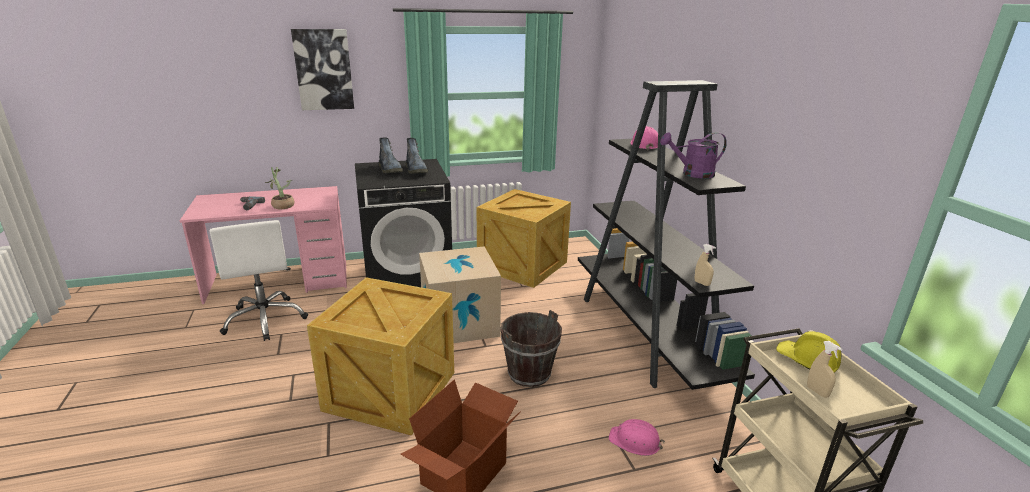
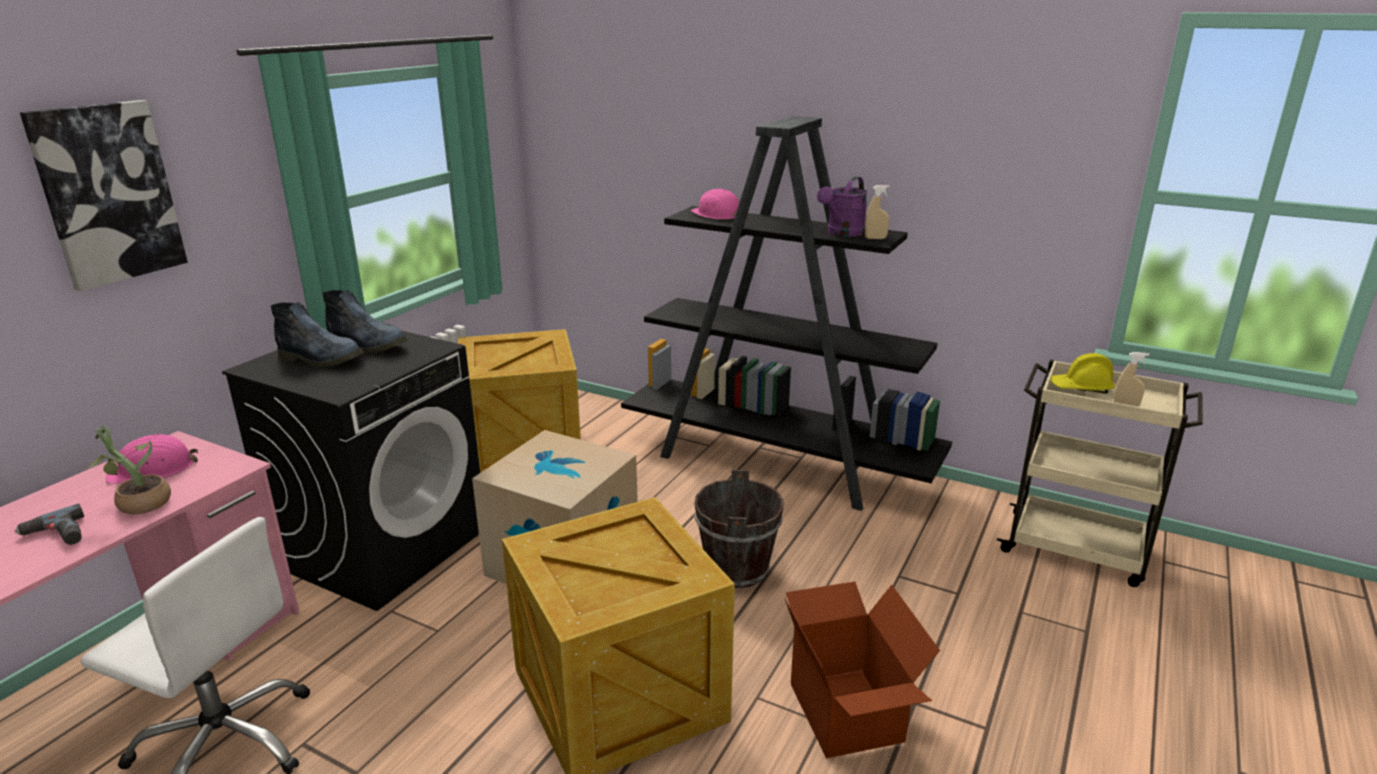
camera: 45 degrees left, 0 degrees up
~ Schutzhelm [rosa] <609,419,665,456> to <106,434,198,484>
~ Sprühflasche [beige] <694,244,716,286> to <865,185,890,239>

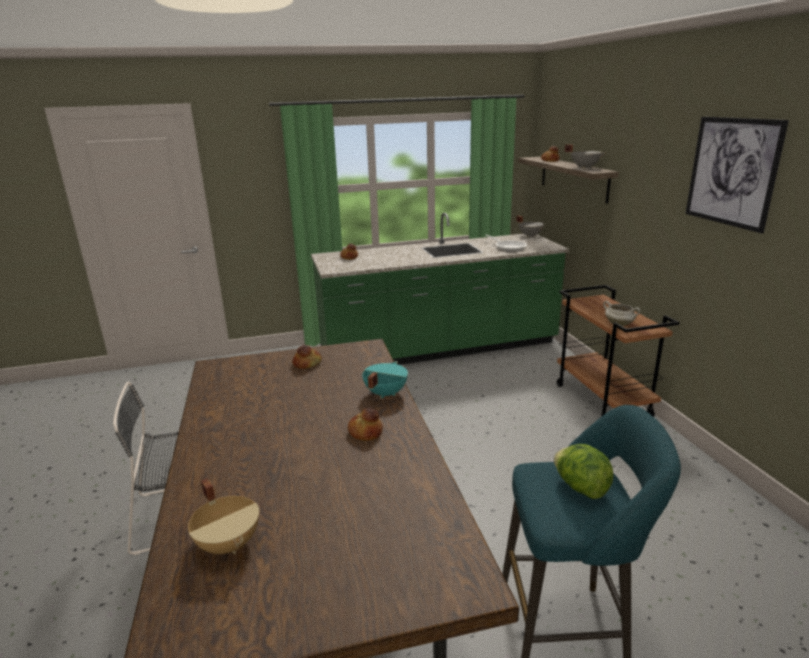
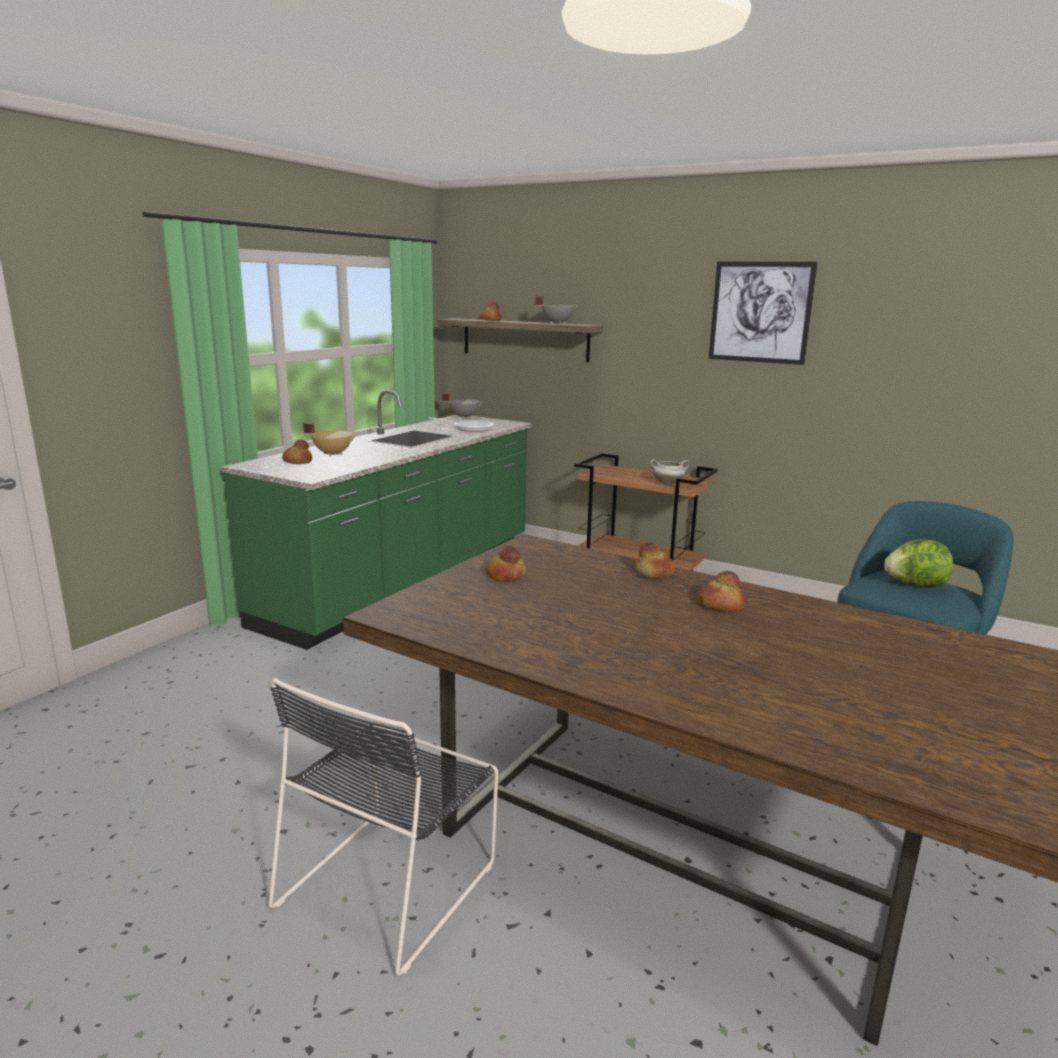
camera: 45 degrees left, 5 degrees down
~ Kochtopf [beige] <188,478,259,554> to <303,423,356,456>
~ Kochtopf [türkis] <362,361,408,399> to Brot <634,542,675,578>

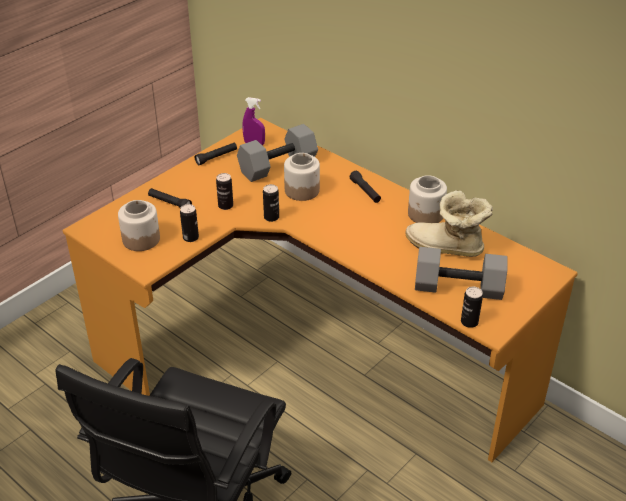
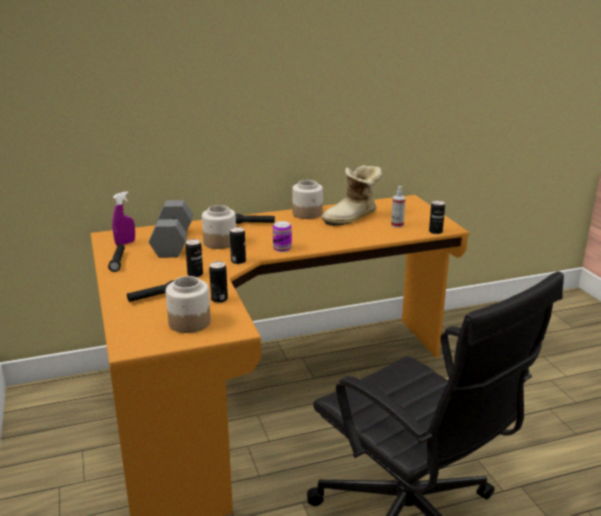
camera: 60 degrees left, 15 degrees down
+ Dose <273,221,292,252>
~ Hantel [grau] <415,247,508,300> to Sprühflasche <391,186,406,228>

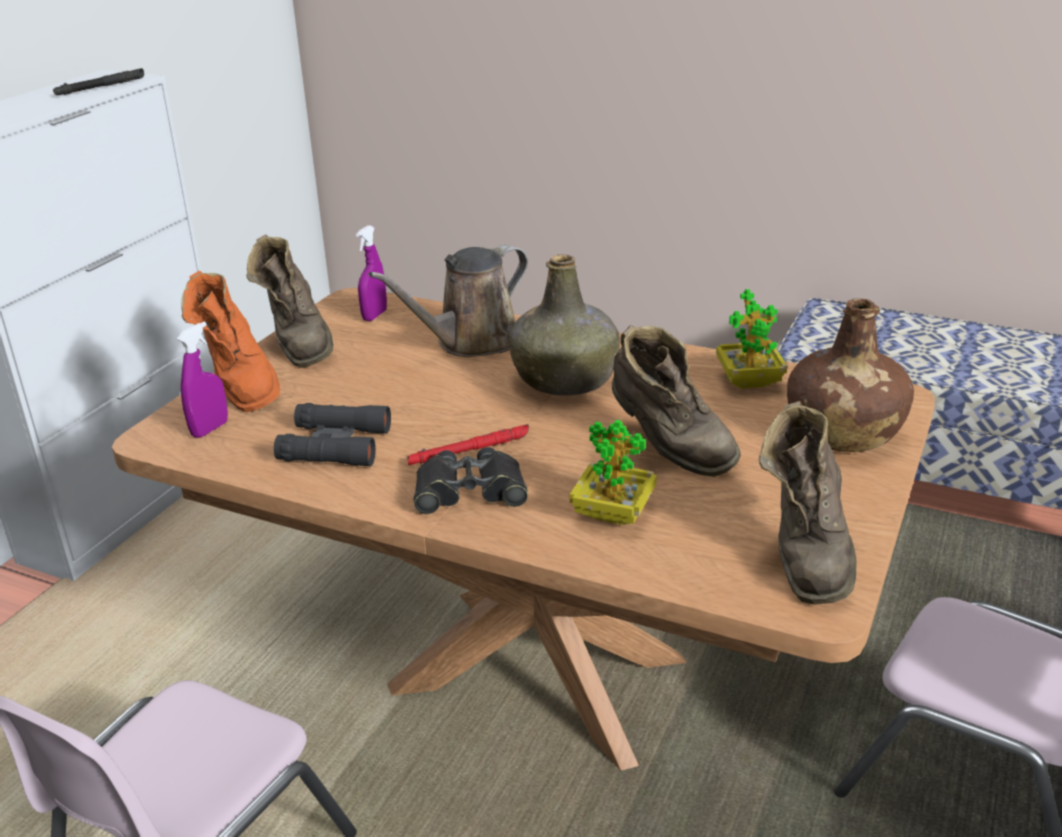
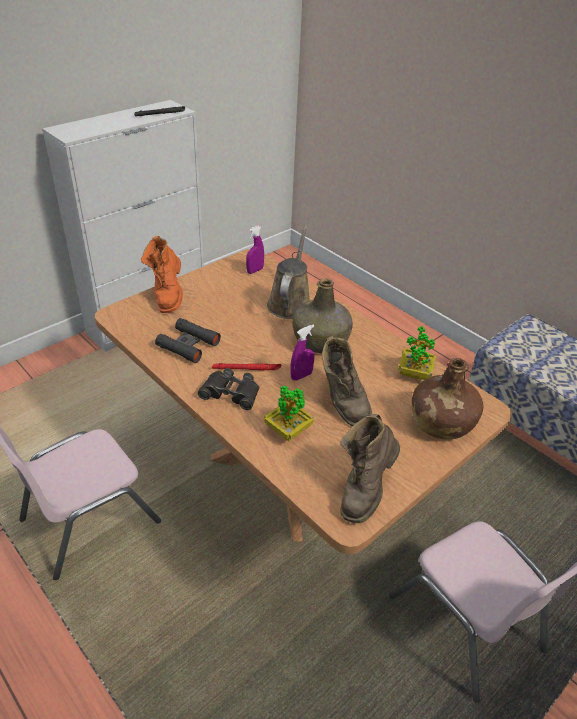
camera: 20 degrees right, 10 degrees up
- Stiefel [braun] <246,235,333,368>
~ Sprühflasche [lila] <177,322,228,438> to <290,325,315,381>
~ Gießkanne [braun] <368,245,528,357> = <267,225,310,319> 120 degrees clockwise

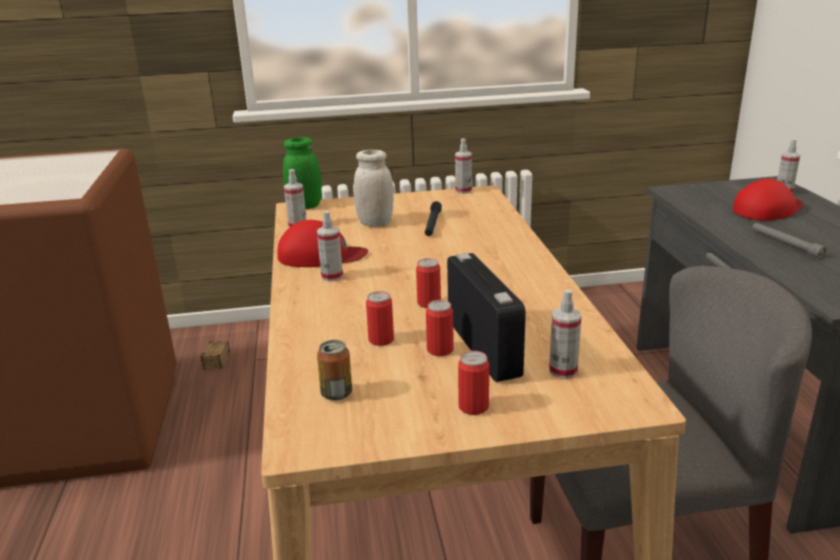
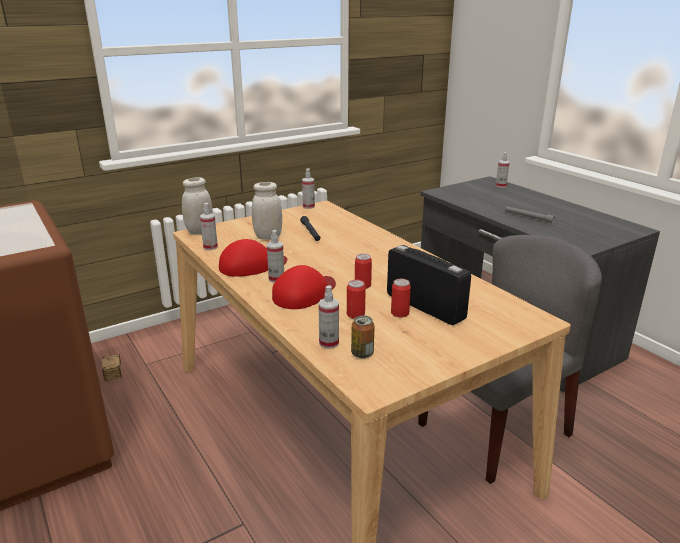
camera: 25 degrees left, 0 degrees up
- Dose <458,351,489,415>
~ Sprühflasche <549,289,581,379> to <318,285,339,349>
~ Kappe [rot] <733,179,804,221> to <272,265,336,309>
~ Vorratsglas [grün] <283,137,322,209> to Vorratsglas [weiß] <182,177,213,235>

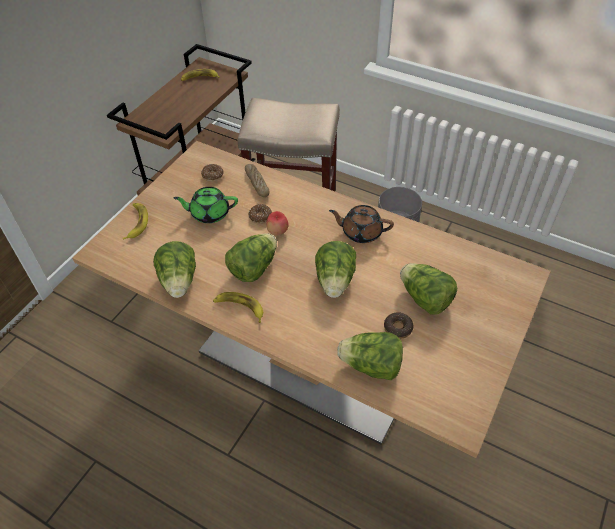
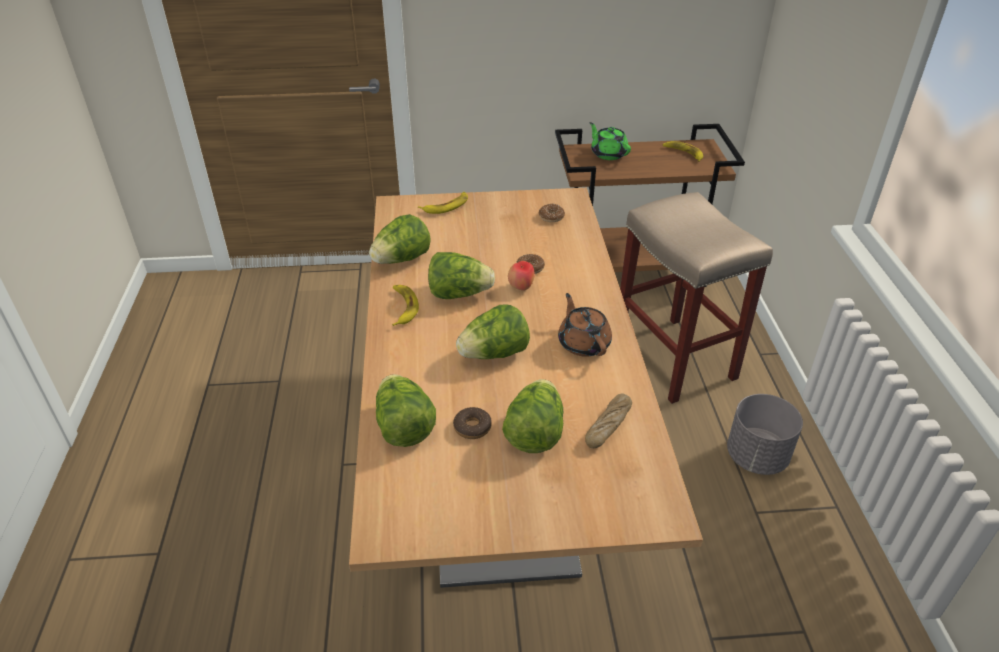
camera: 55 degrees right, 10 degrees down
~ Teekanne [grün] <174,187,238,223> to <590,122,631,160>
~ Brot <245,164,270,197> to <585,393,632,448>

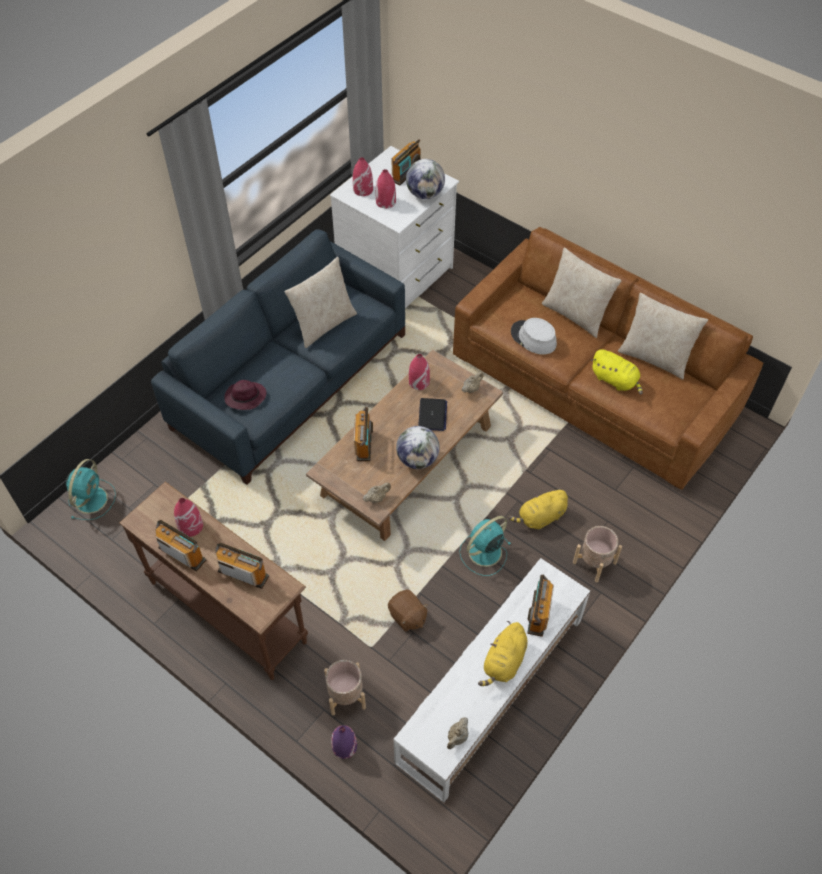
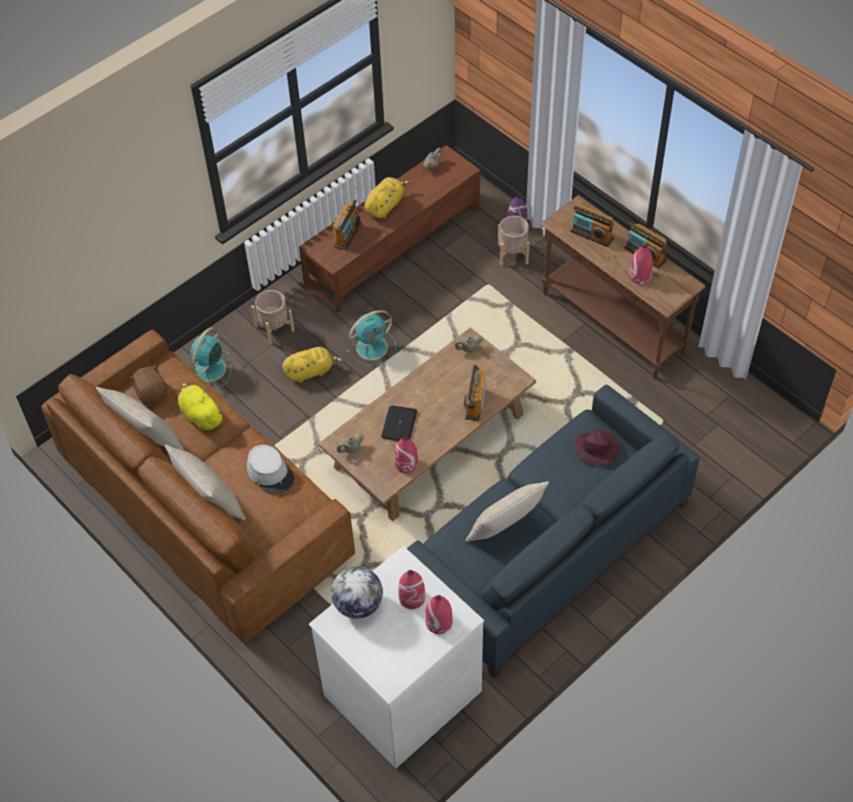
camera: 170 degrees left, 0 degrees up
- Radio <391,140,421,185>
- Globus <396,426,440,469>
~ Ventilator [türkis] <66,459,116,520> to <188,327,231,389>
~ Plüschtier [braun] <388,590,428,632> to <128,365,167,406>
~ Fernsehschrank [weiß] <394,558,590,803> to Fernsehschrank [braun] <299,145,480,313>

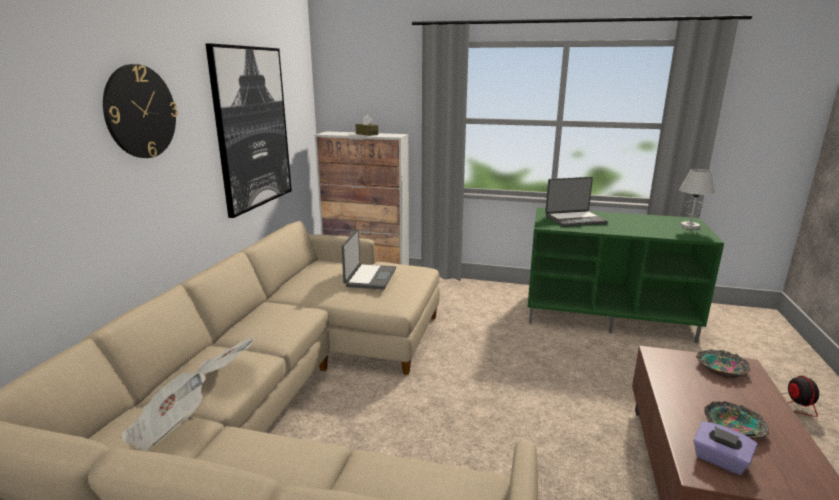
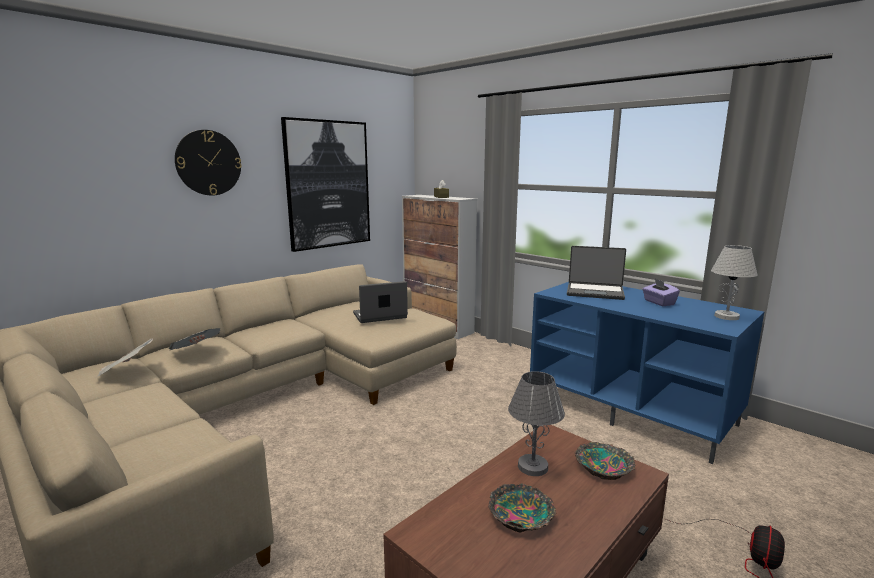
camera: 30 degrees right, 5 degrees down
+ Tischlampe [grau] <508,371,565,476>
~ Taschentuchbox [lila] <694,421,757,475> to <642,279,680,306>
~ Fernsehschrank [grün] <527,208,724,343> to Fernsehschrank [blau] <530,282,764,464>
~ Laptop <341,229,396,289> = <353,281,408,323> 150 degrees counterclockwise

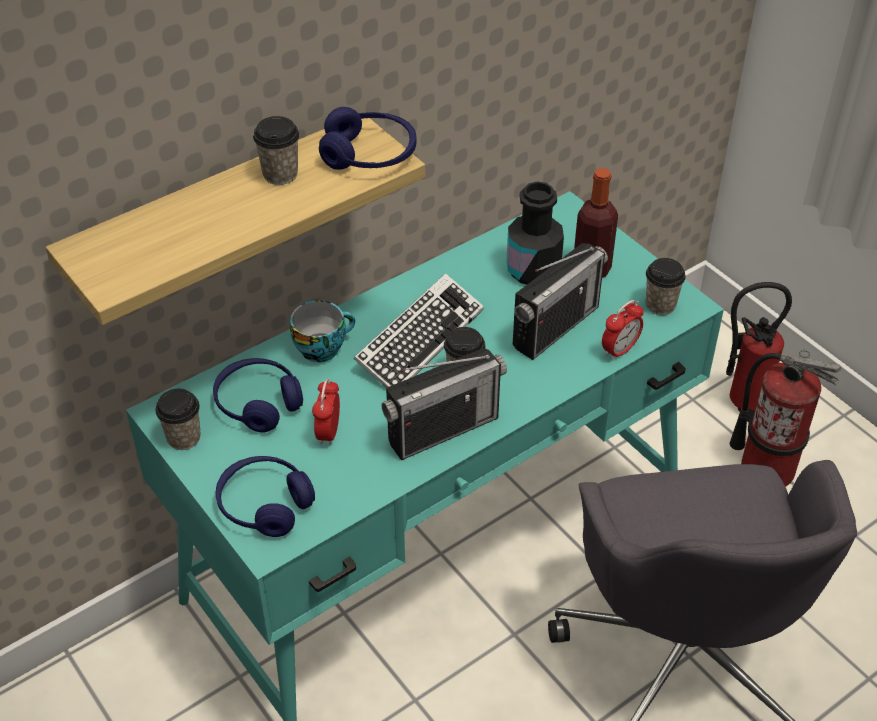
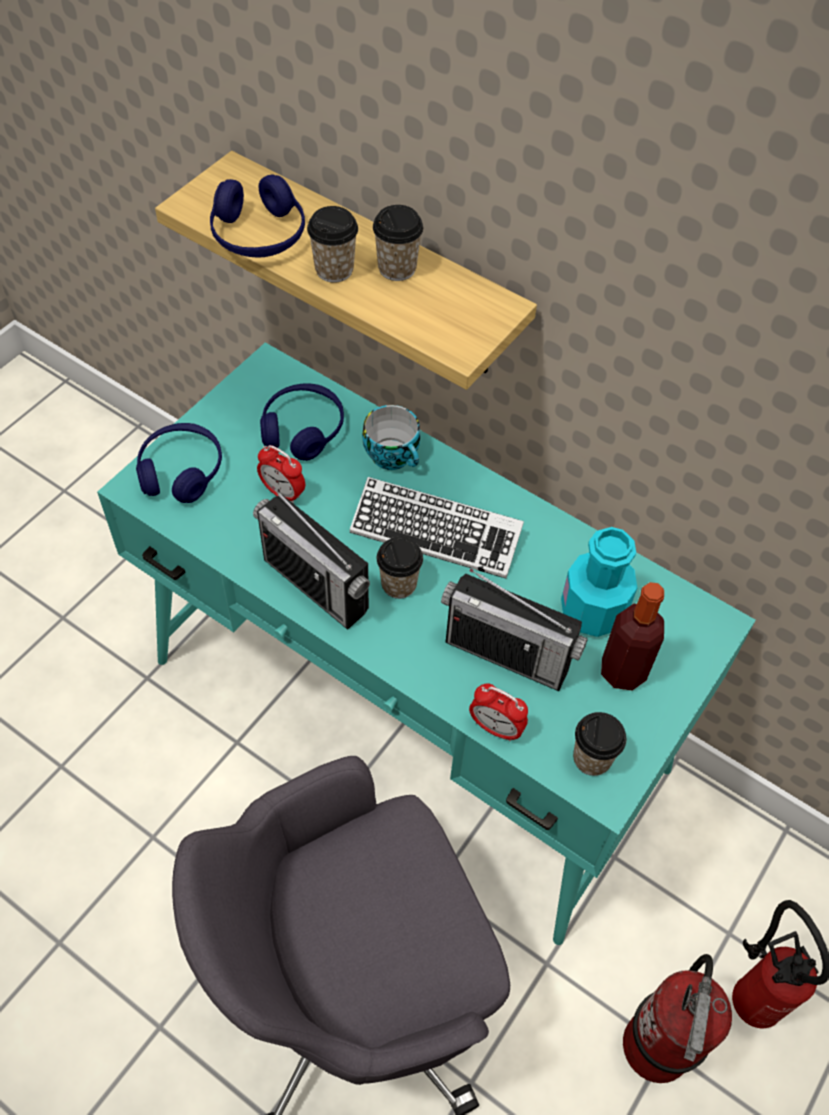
camera: 70 degrees right, 10 degrees up
~ Tasse <155,389,201,450> to <307,206,358,283>
~ Kopfhörer [blau] <319,107,417,170> to <210,174,305,257>
~ Flasche [schwarz] <507,181,564,284> to Flasche [türkis] <561,527,637,637>
~ Wecker <312,378,340,445> = <257,445,305,504> 135 degrees counterclockwise

